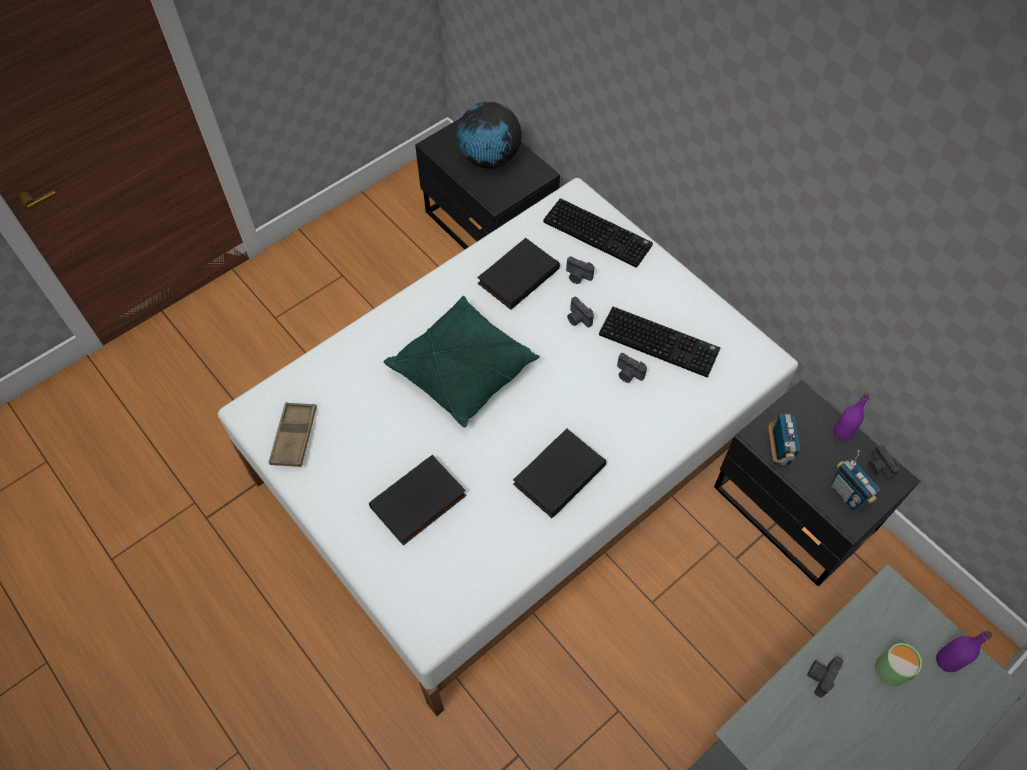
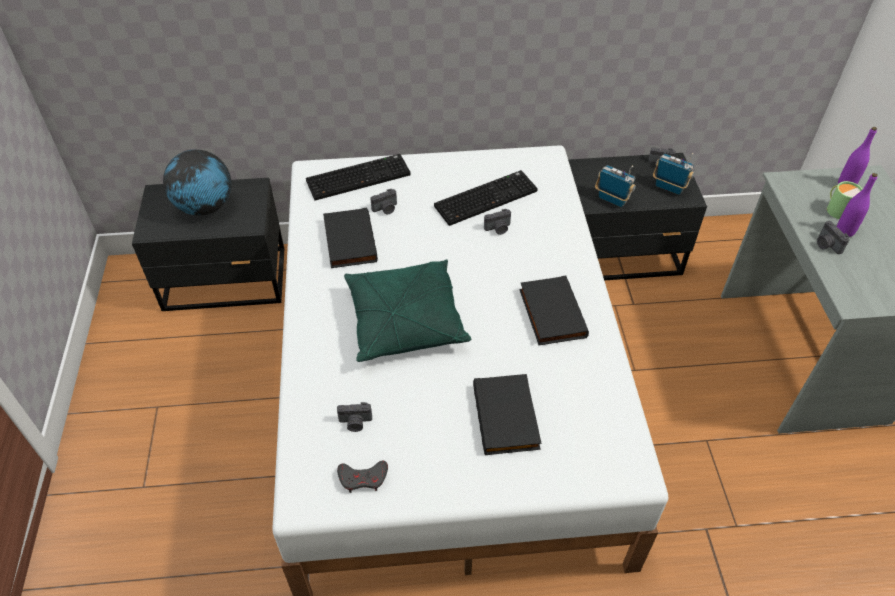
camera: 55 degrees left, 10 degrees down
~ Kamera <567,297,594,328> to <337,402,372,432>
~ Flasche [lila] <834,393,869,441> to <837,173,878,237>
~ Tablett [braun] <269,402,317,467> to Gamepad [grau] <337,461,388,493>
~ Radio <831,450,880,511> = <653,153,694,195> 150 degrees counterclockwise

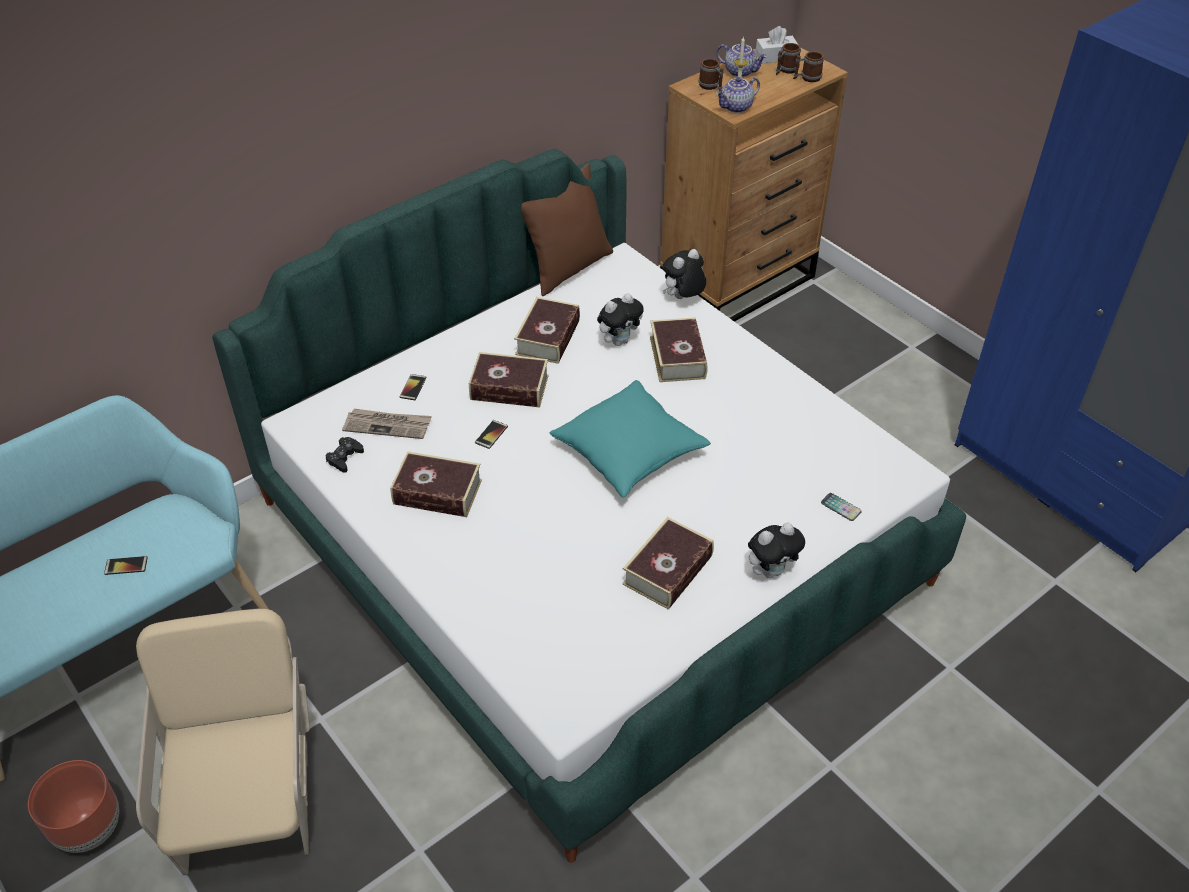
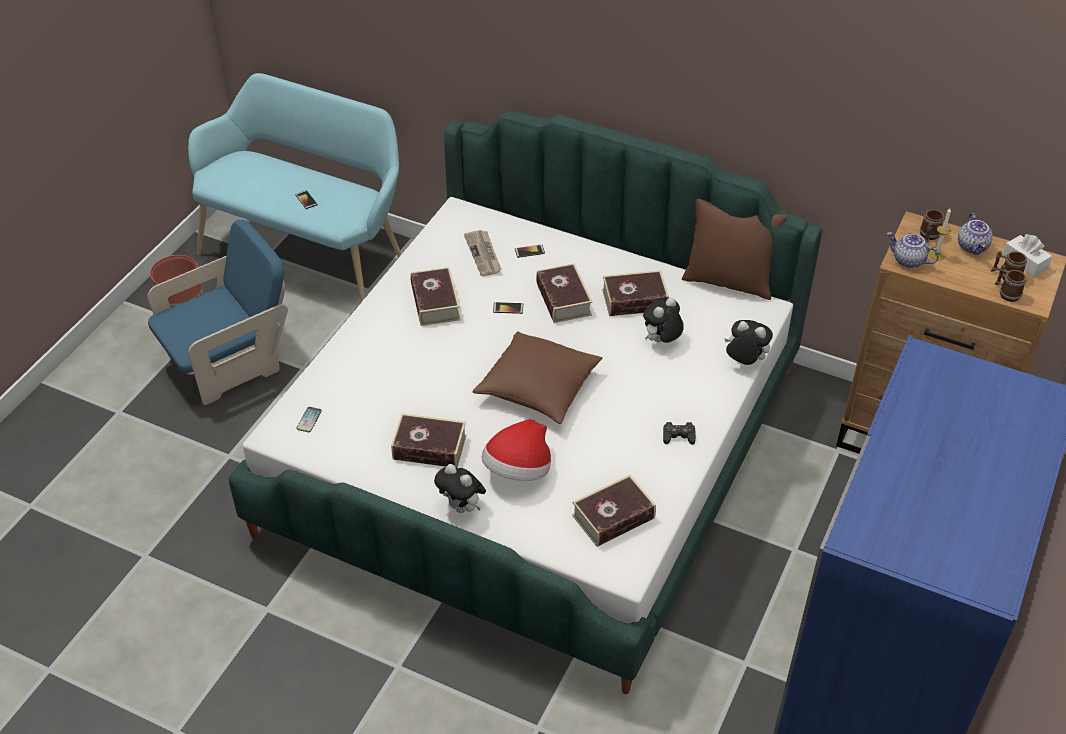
camera: 65 degrees right, 0 degrees up
+ Hut <481,419,551,481>
~ Gamepad [schwarz] <325,437,364,473> to <663,422,696,445>
~ Buch <650,317,708,382> to <572,475,656,547>
~ Handy <821,493,862,521> to <297,407,322,432>
~ Sessel [beige] <136,609,310,875> to Sessel [blau] <147,220,288,405>
~ Kissen [türkis] <549,380,711,498> to Kissen [braun] <473,332,603,424>
~ Plüschtier <597,293,644,346> = <643,297,684,343> 105 degrees clockwise

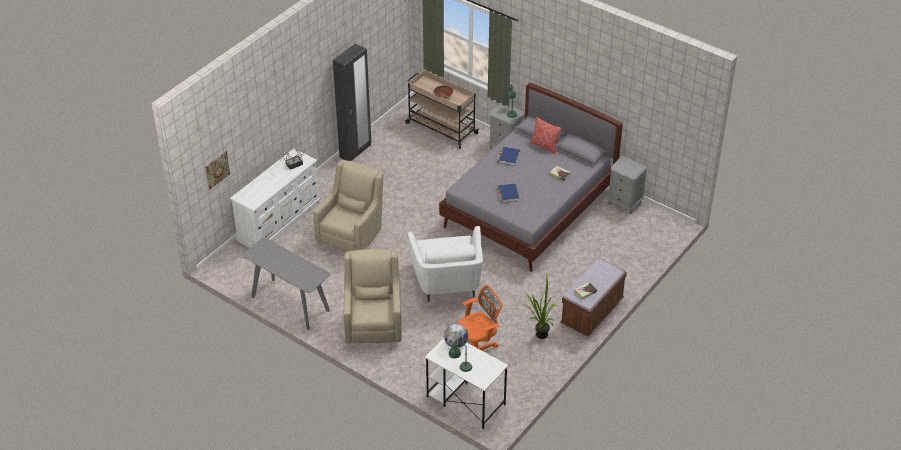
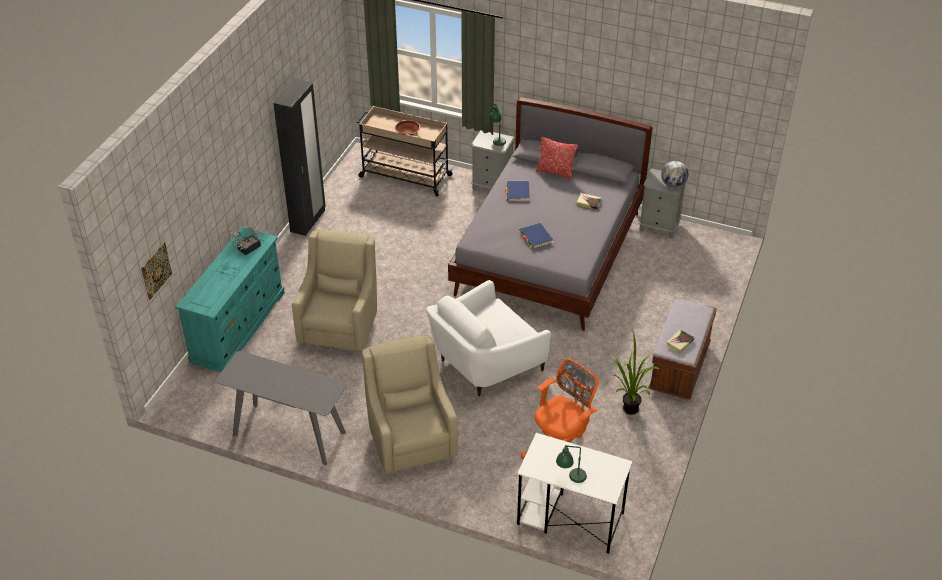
camera: 15 degrees left, 0 degrees up
~ Globus <444,323,468,348> to <661,161,688,188>
~ Kommode [weiß] <230,149,320,248> to Kommode [türkis] <176,227,285,372>
~ Sessel [weiß] <408,226,483,302> = <426,280,551,396> 75 degrees clockwise

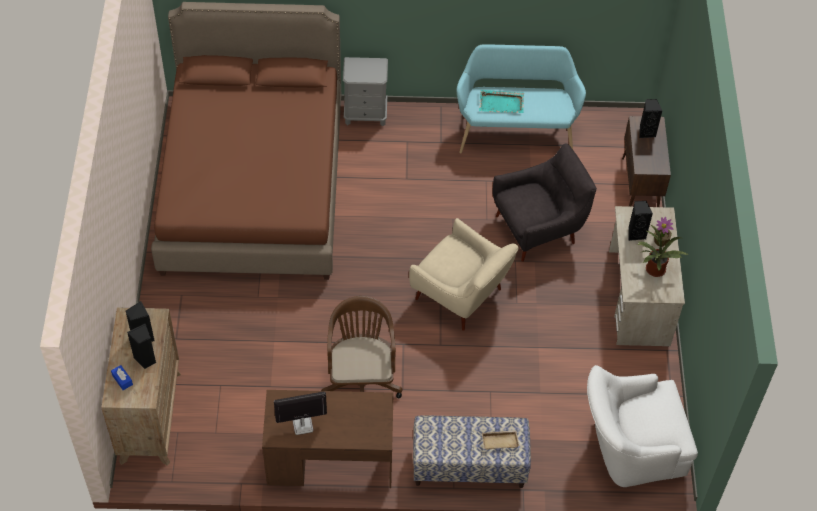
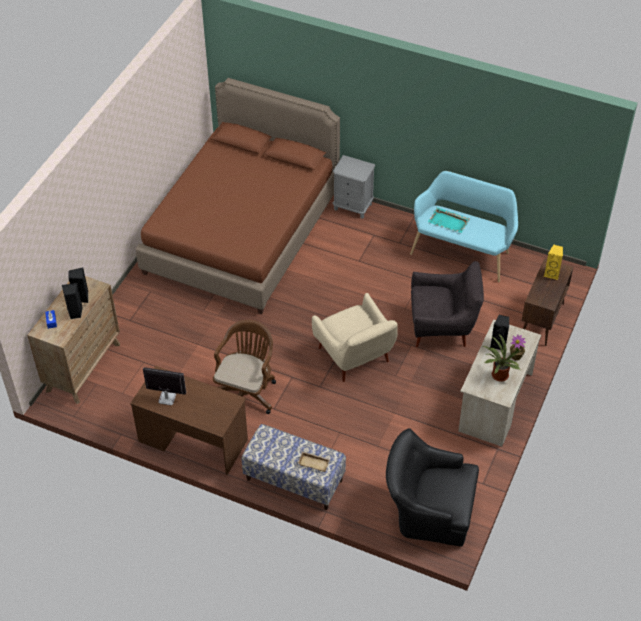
camera: 25 degrees right, 5 degrees down
~ Sessel [weiß] <587,365,698,487> to Sessel [schwarz] <386,428,479,547>
~ Lautsprecher [schwarz] <639,99,662,138> to Lautsprecher [gelb] <544,244,563,280>

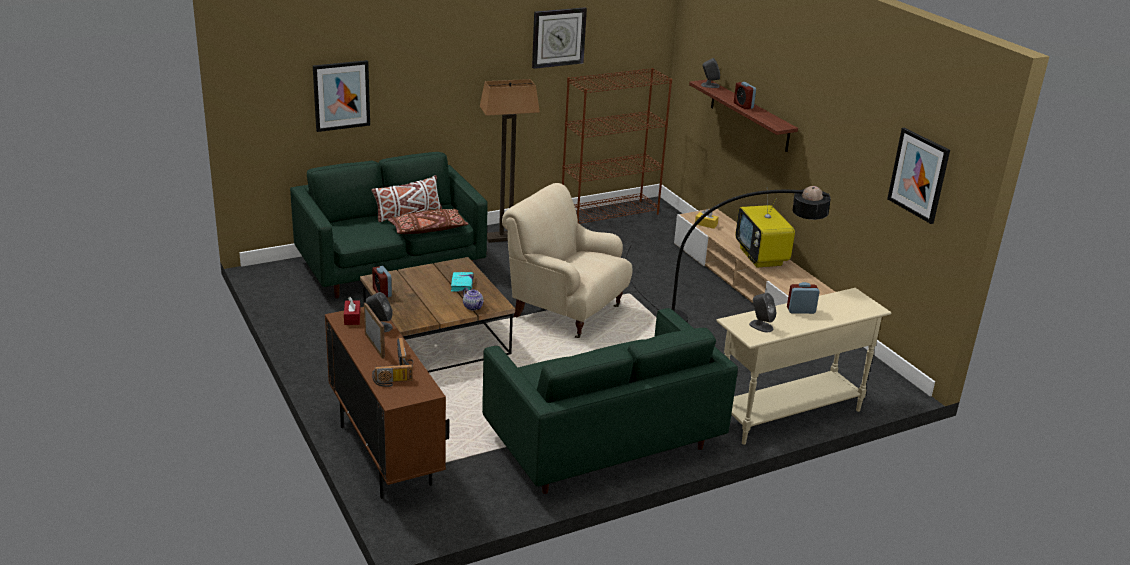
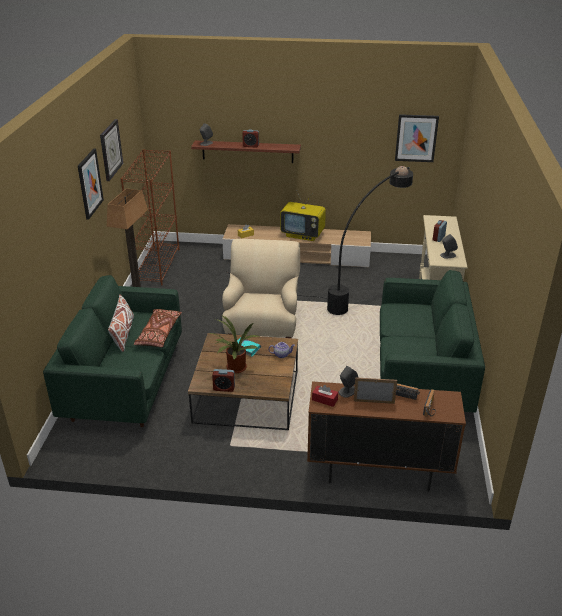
camera: 55 degrees left, 5 degrees up
+ Topfpflanze <210,315,260,373>
~ Bild <313,60,370,132> to <78,149,104,220>
~ Sessel [beige] <502,183,632,338> = <222,239,300,338> 120 degrees clockwise

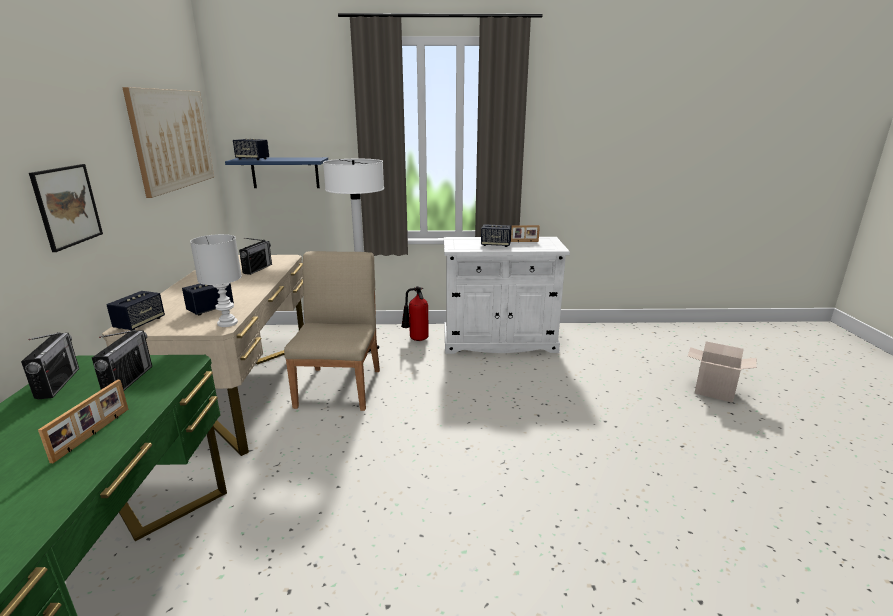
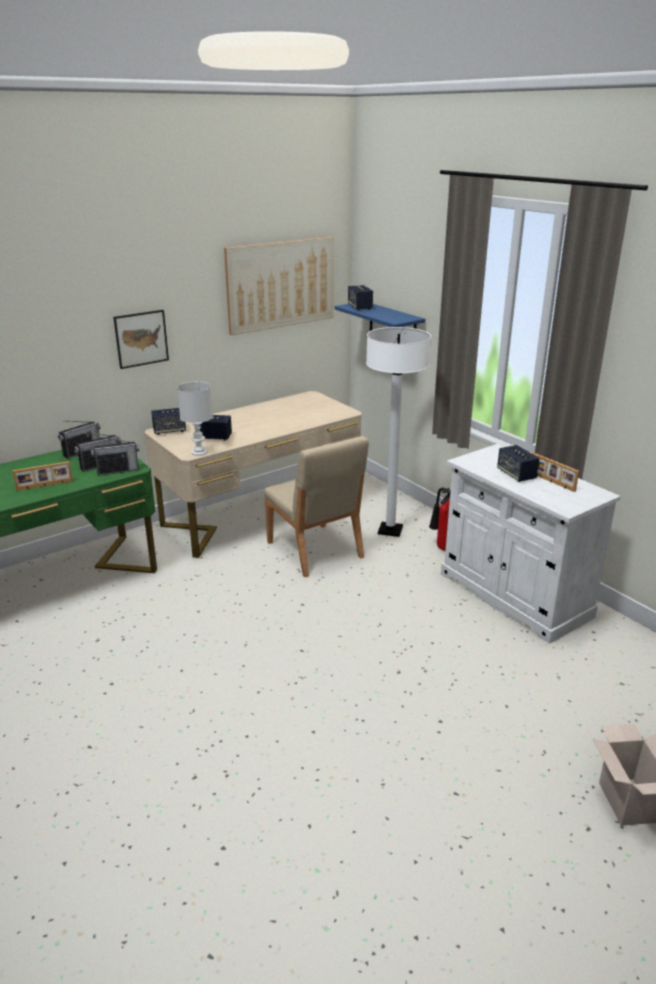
camera: 55 degrees right, 5 degrees up
~ Radio <239,238,272,275> to <91,436,139,476>
~ Stuhl [beige] <284,251,380,411> = <264,436,369,577> 90 degrees clockwise

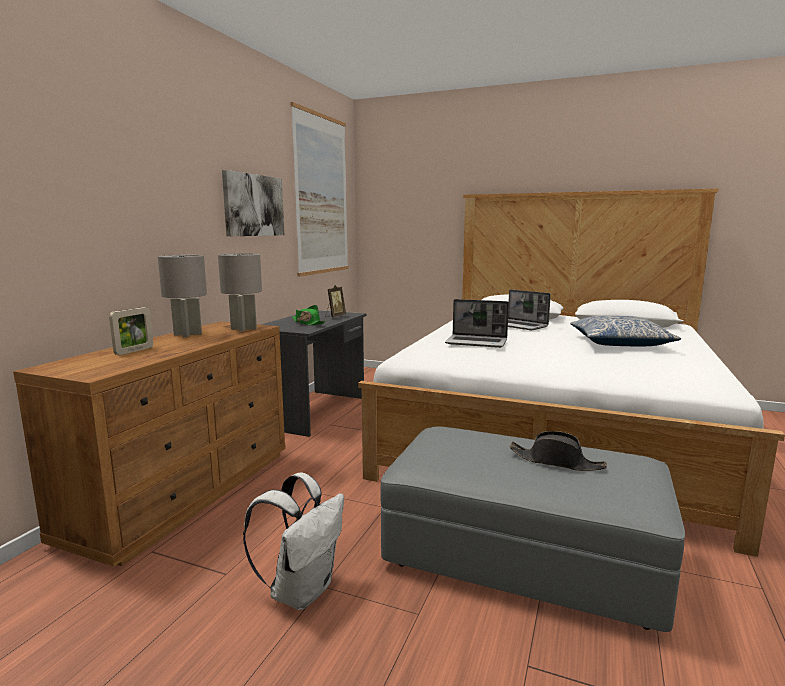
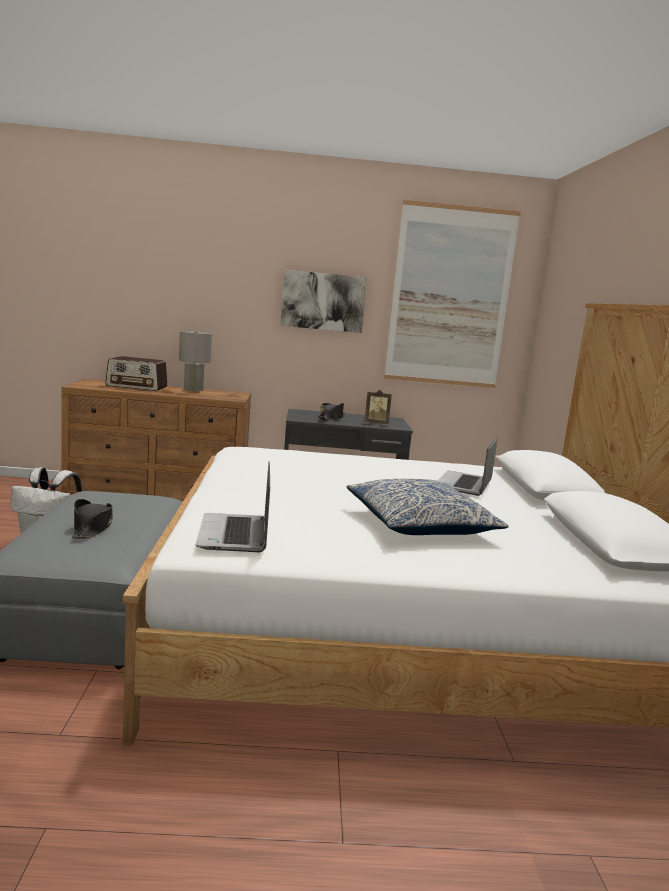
camera: 65 degrees right, 0 degrees up
- Tischlampe [grau] <218,253,262,332>
~ Laptop <445,299,509,348> to <196,461,270,552>
~ Bilderrahmen <109,307,153,355> to Radio <105,356,167,391>
~ Hut [grün] <292,305,325,325> to Hut [schwarz] <318,403,345,421>

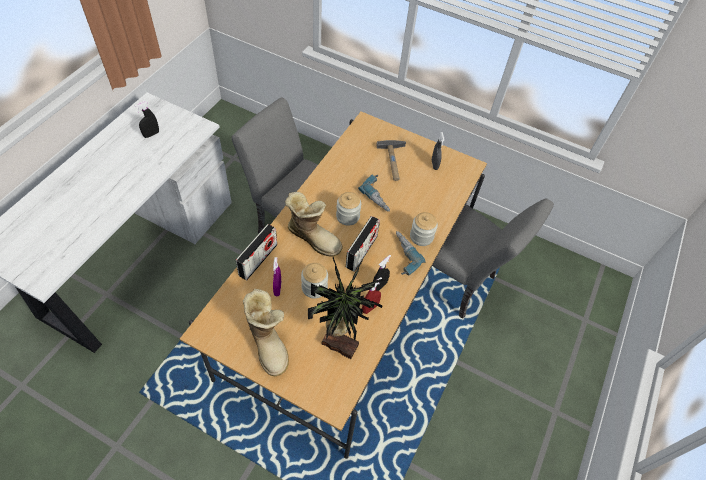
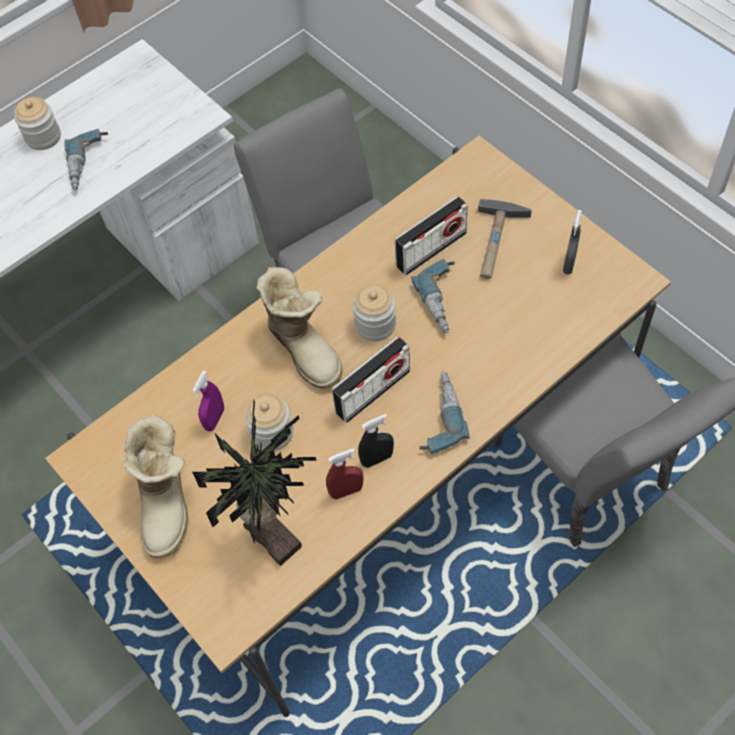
camera: 30 degrees right, 5 degrees up
- Sprühflasche [schwarz] <134,101,159,138>
+ Bohrmaschine <64,129,108,191>
~ Radio <236,224,277,280> to <395,196,468,275>
~ Vorratsglas <410,212,438,246> to <14,97,61,150>

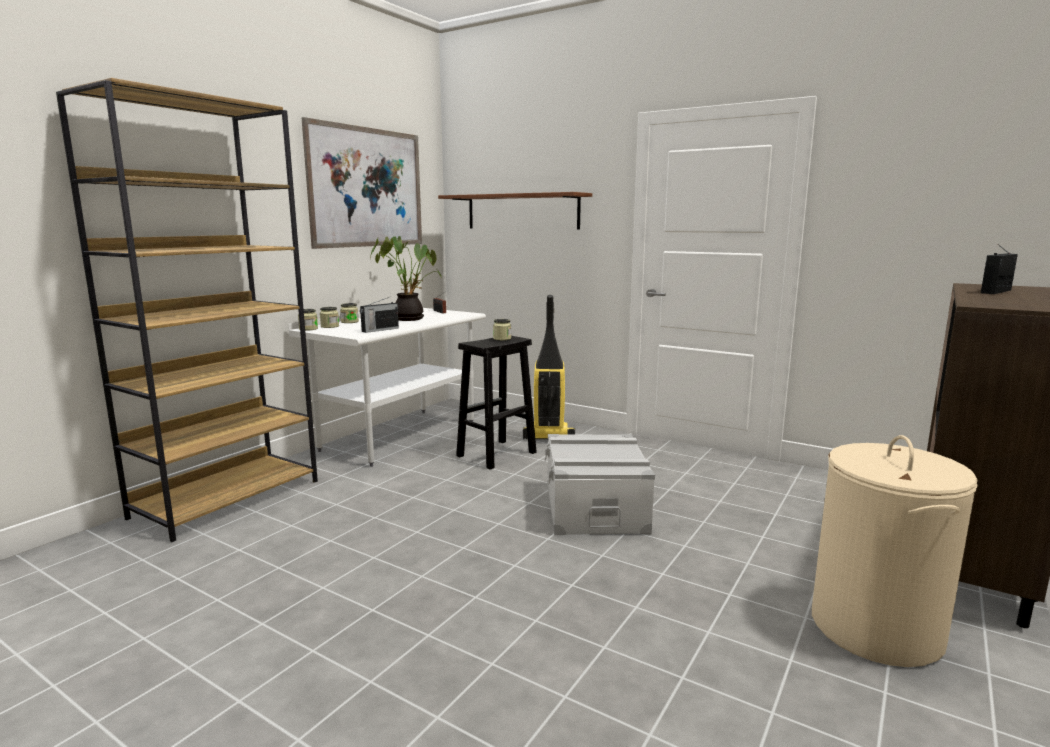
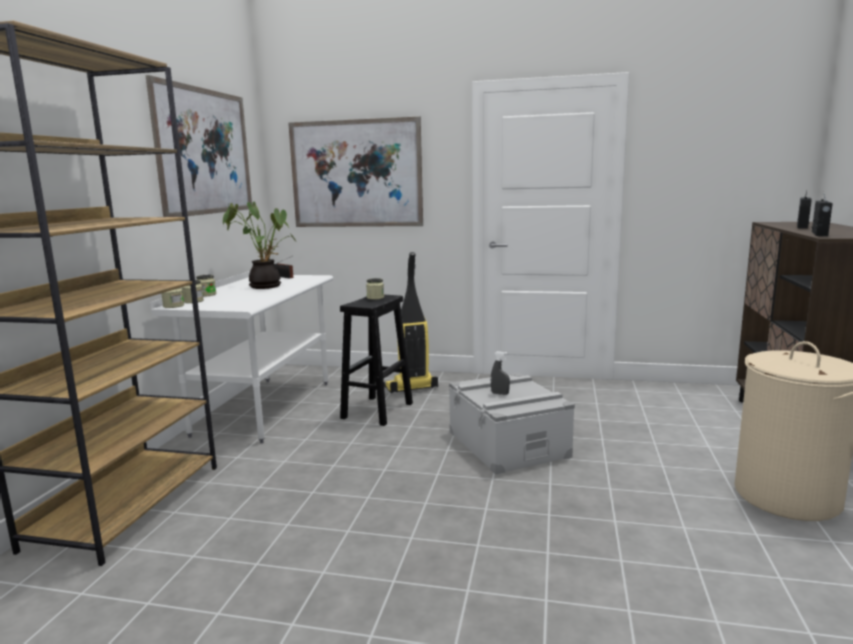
camera: 20 degrees left, 0 degrees up
+ Sprühflasche [grau] <491,351,510,395>
~ Radio <360,296,399,333> to <812,194,833,236>
~ Wandregal [braun] <438,192,592,229> to Bild <288,117,423,227>

